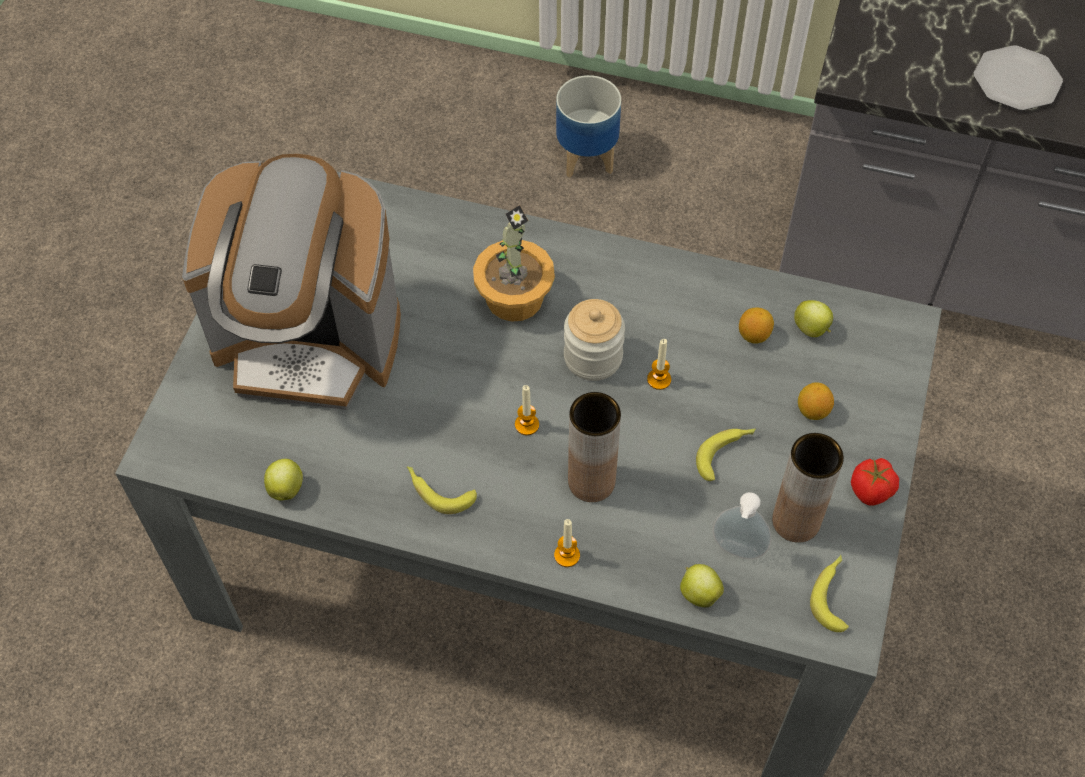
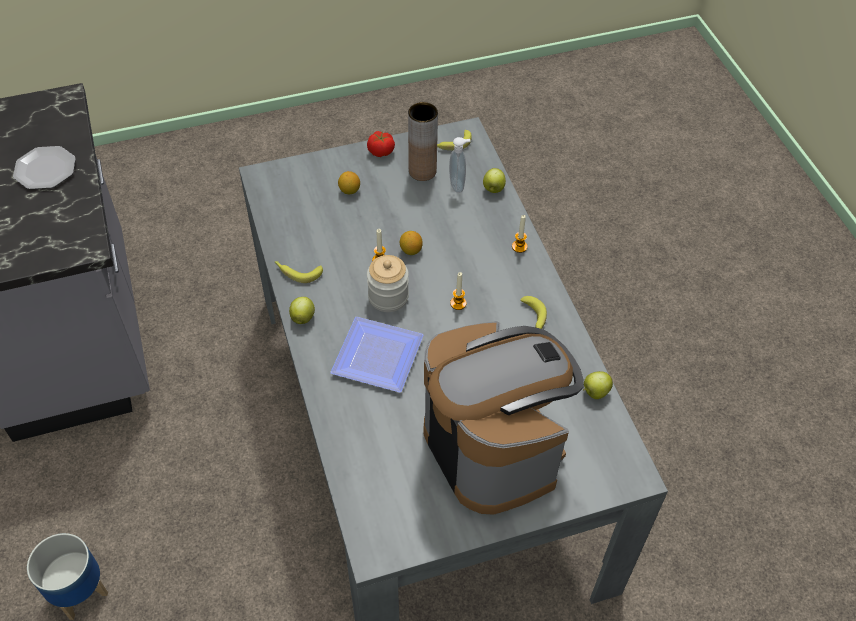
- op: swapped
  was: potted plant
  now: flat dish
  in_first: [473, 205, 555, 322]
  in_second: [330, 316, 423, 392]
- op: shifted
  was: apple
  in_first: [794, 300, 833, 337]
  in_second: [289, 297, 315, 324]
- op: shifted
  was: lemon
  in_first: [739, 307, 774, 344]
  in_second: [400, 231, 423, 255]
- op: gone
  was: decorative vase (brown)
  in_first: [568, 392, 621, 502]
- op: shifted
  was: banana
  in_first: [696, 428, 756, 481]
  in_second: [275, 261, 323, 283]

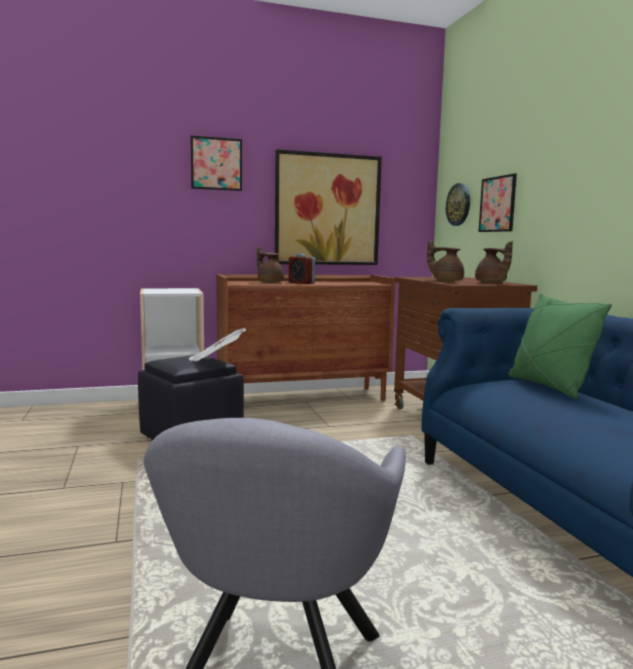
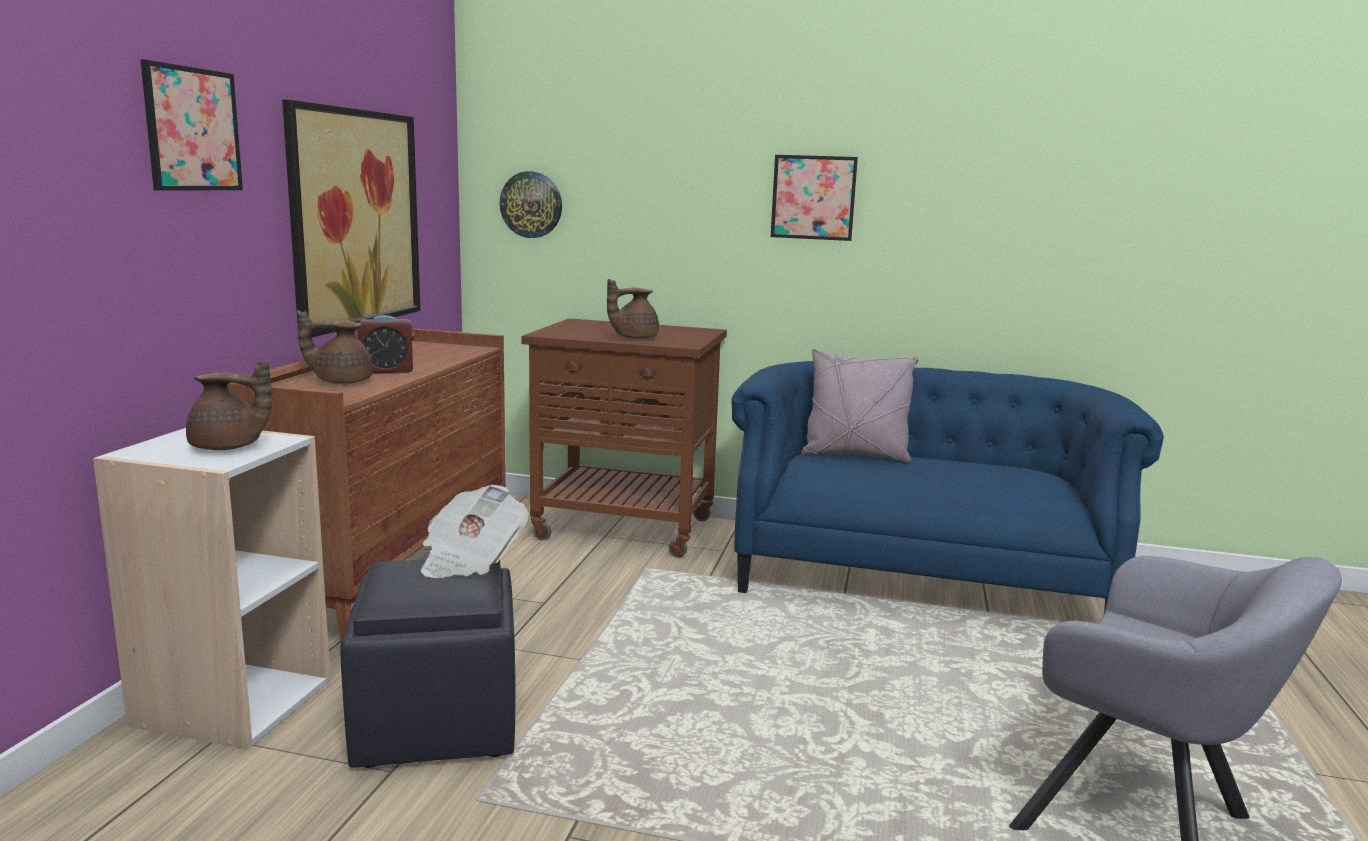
- op: shifted
  was: wall picture
  in_first: [479, 173, 517, 232]
  in_second: [771, 155, 858, 241]
- op: shifted
  was: teapot (brown)
  in_first: [475, 241, 513, 283]
  in_second: [186, 360, 272, 450]
- op: repainted
  was: cushion (greenish)
  now: cushion (purplish)
  in_first: [508, 293, 612, 398]
  in_second: [801, 349, 918, 462]

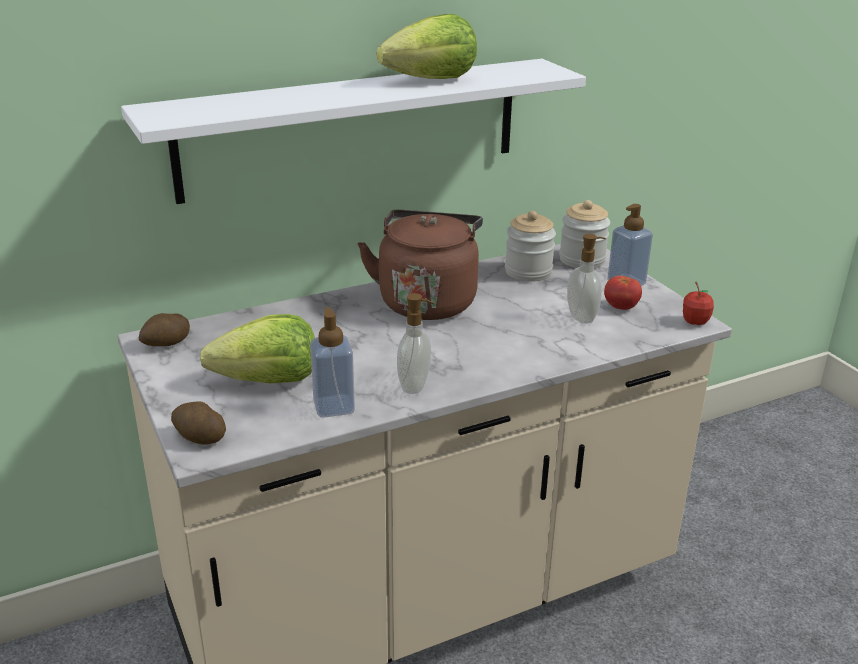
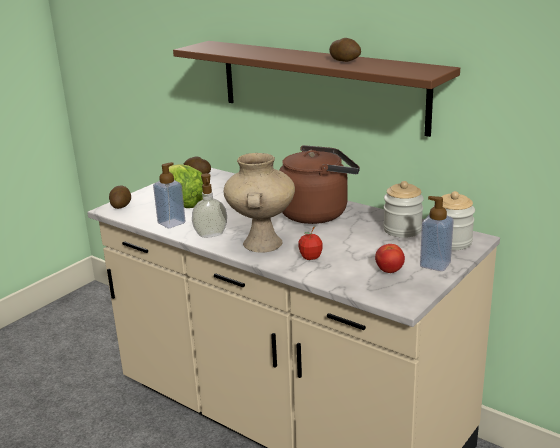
- op: swapped
  was: head of lettuce
  now: potato
  in_first: [377, 14, 477, 79]
  in_second: [329, 38, 361, 62]
- op: repainted
  was: shelf (white)
  now: shelf (brown)
  in_first: [121, 59, 586, 204]
  in_second: [173, 41, 460, 137]
- op: gone
  was: soap dispenser
  in_first: [567, 234, 606, 324]
- op: shifted
  was: apple
  in_first: [683, 282, 714, 325]
  in_second: [298, 226, 322, 260]
- op: new
  now: decorative vase (sand-coloured)
  in_second: [224, 153, 295, 253]

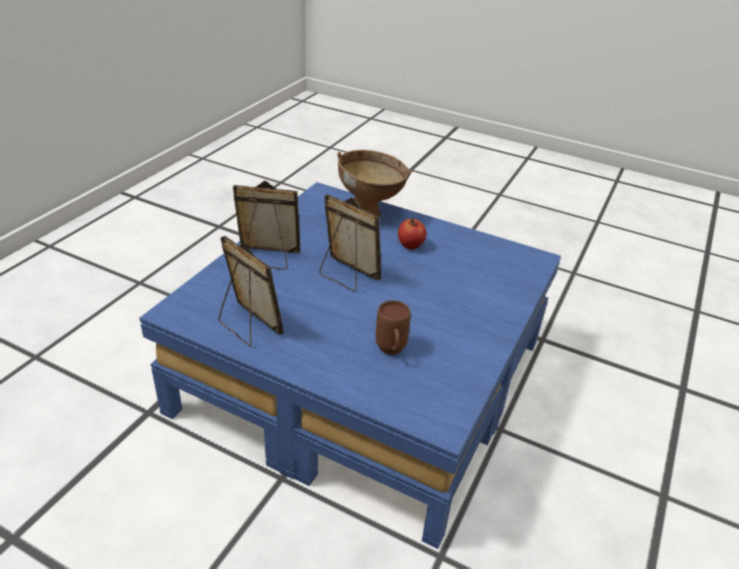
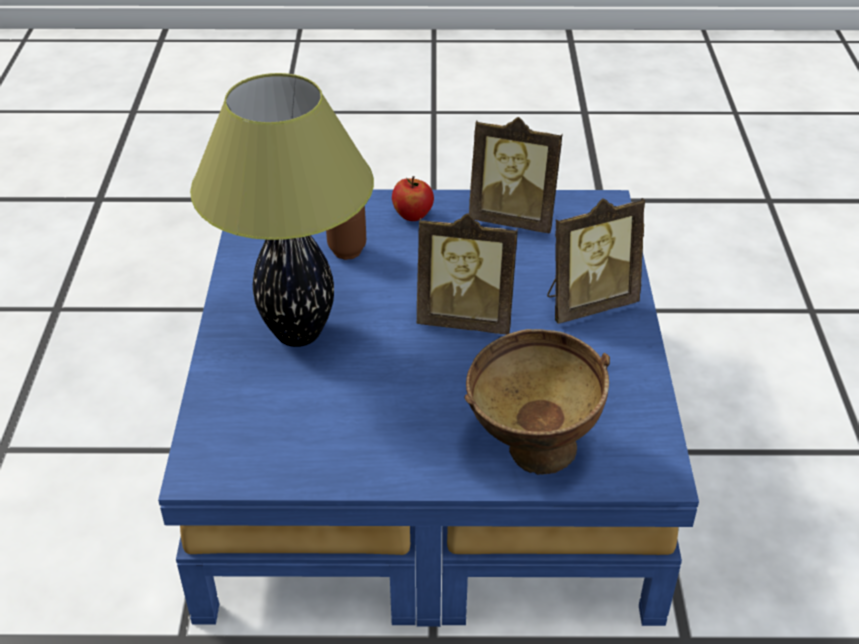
- op: shifted
  was: apple
  in_first: [398, 217, 427, 249]
  in_second: [392, 176, 434, 221]
- op: new
  now: lamp for a table
  in_second: [190, 73, 374, 347]

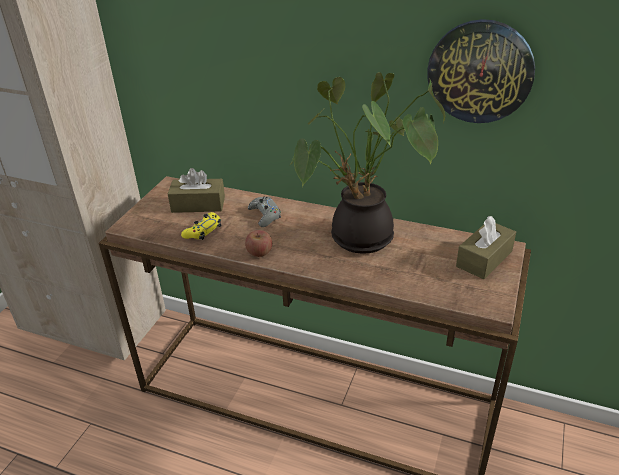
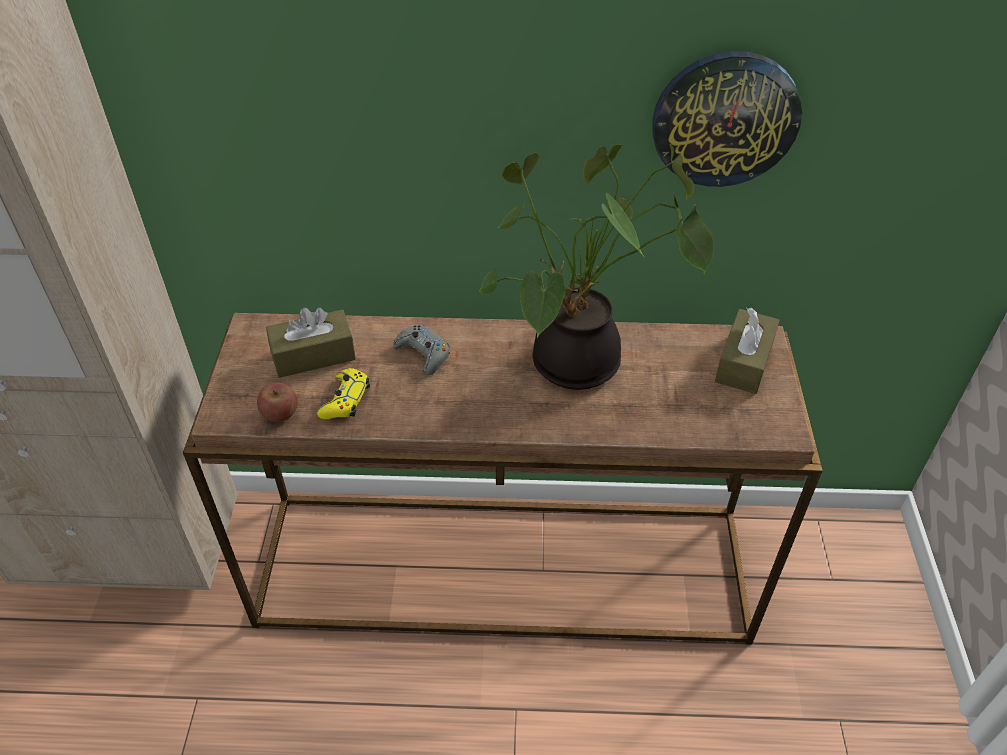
- op: shifted
  was: apple
  in_first: [245, 230, 272, 257]
  in_second: [257, 383, 297, 422]

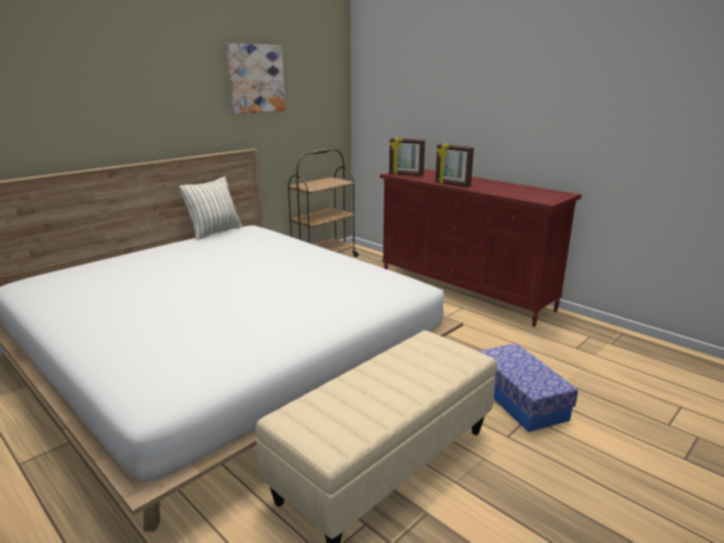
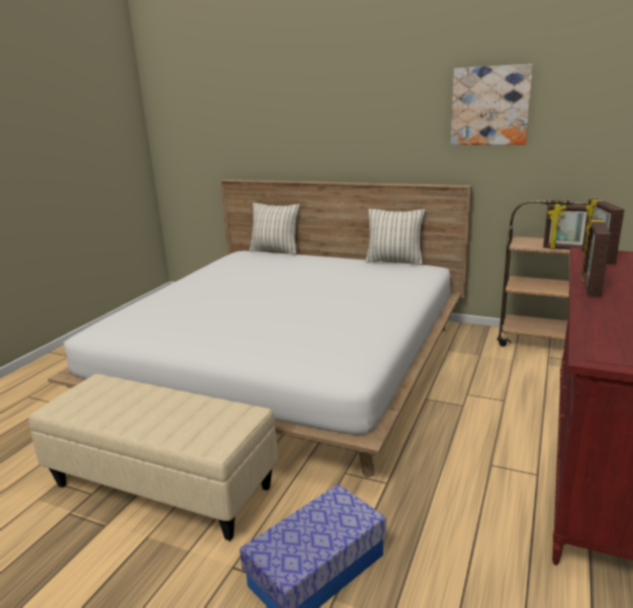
- op: new
  now: cushion
  in_second: [249, 203, 300, 255]
- op: new
  now: standing frame
  in_second: [543, 204, 587, 249]

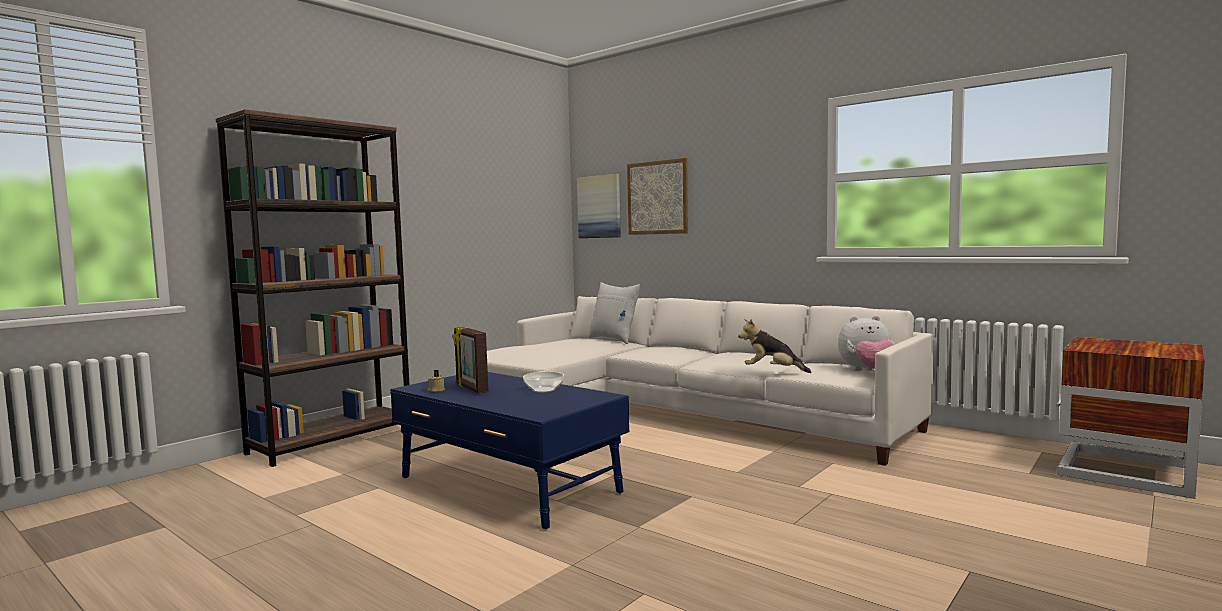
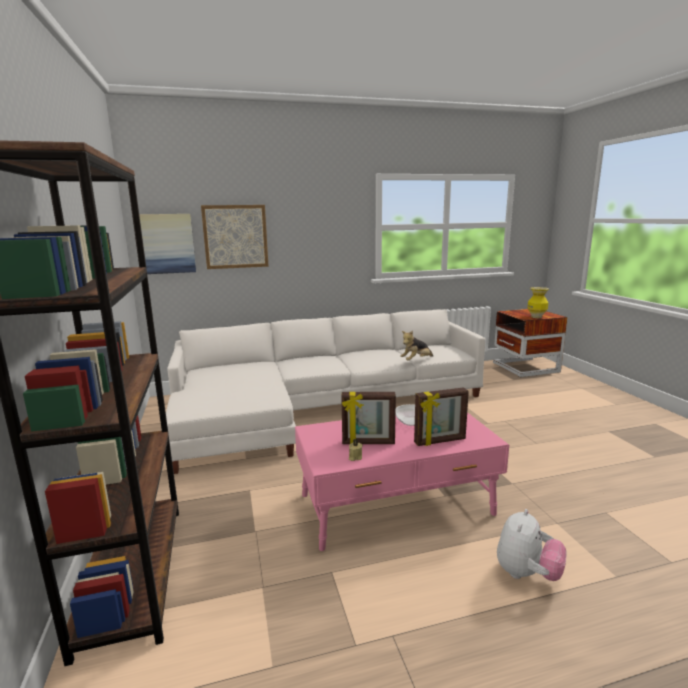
- op: gone
  was: cushion (greyish)
  in_first: [589, 282, 640, 344]
- op: shifted
  was: cuddly toy
  in_first: [838, 316, 895, 371]
  in_second: [497, 509, 567, 581]
- op: repainted
  was: lounge table (bluish)
  now: lounge table (pinkish)
  in_first: [391, 372, 630, 529]
  in_second: [295, 412, 510, 551]
- op: new
  now: decorative vase
  in_second: [527, 287, 549, 318]
- op: new
  now: standing frame
  in_second: [414, 387, 469, 446]

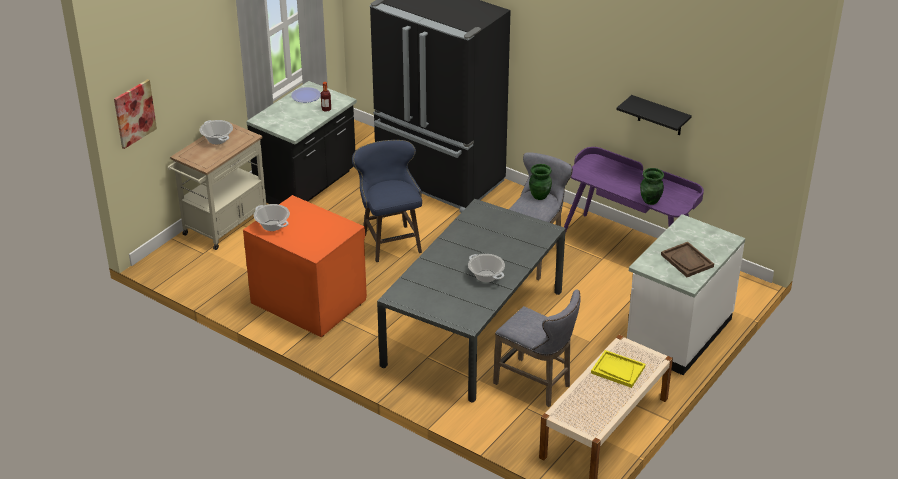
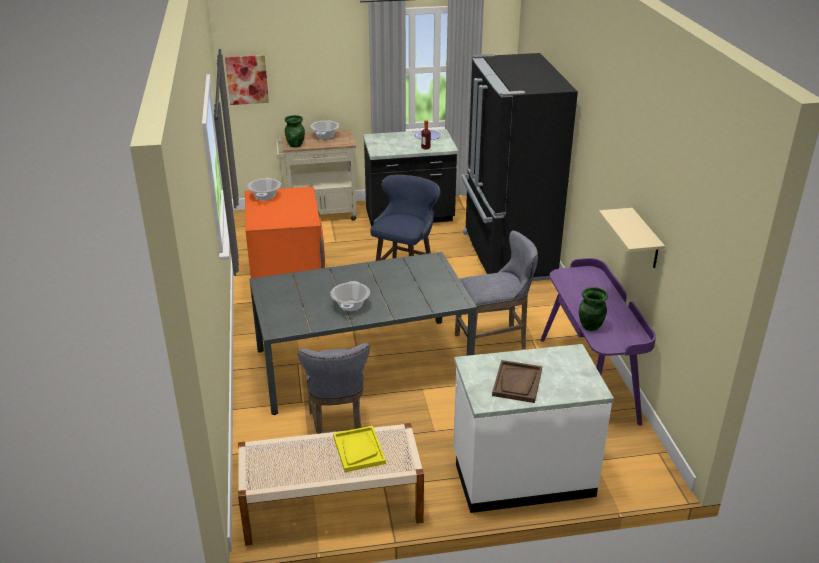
- op: repainted
  was: shelf (black)
  now: shelf (sand-coloured)
  in_first: [617, 95, 692, 135]
  in_second: [599, 208, 665, 268]
- op: shifted
  was: decorative vase (greenish)
  in_first: [529, 164, 552, 200]
  in_second: [285, 115, 305, 147]

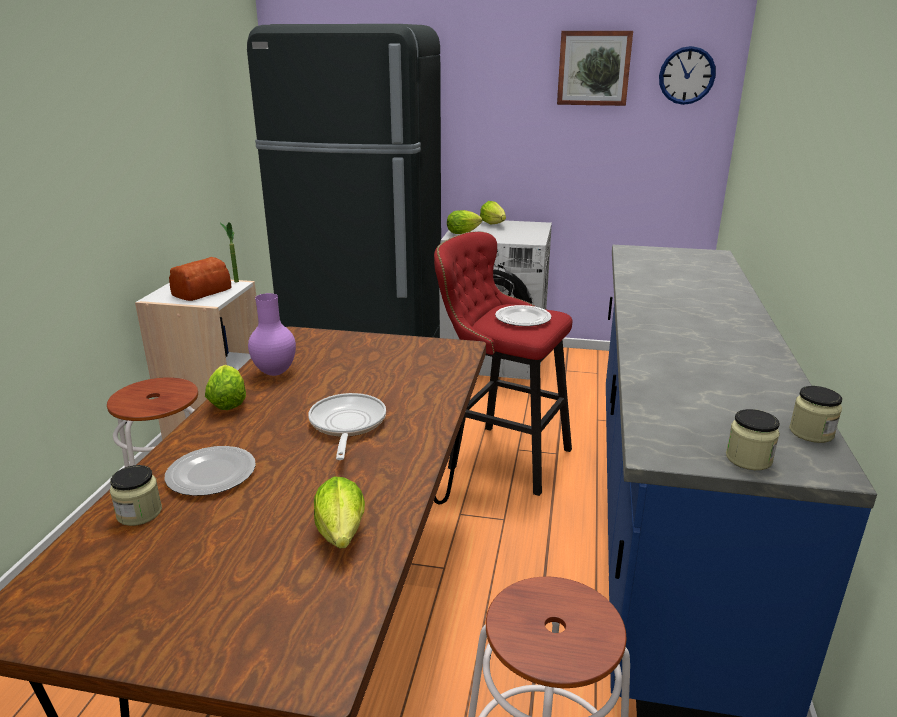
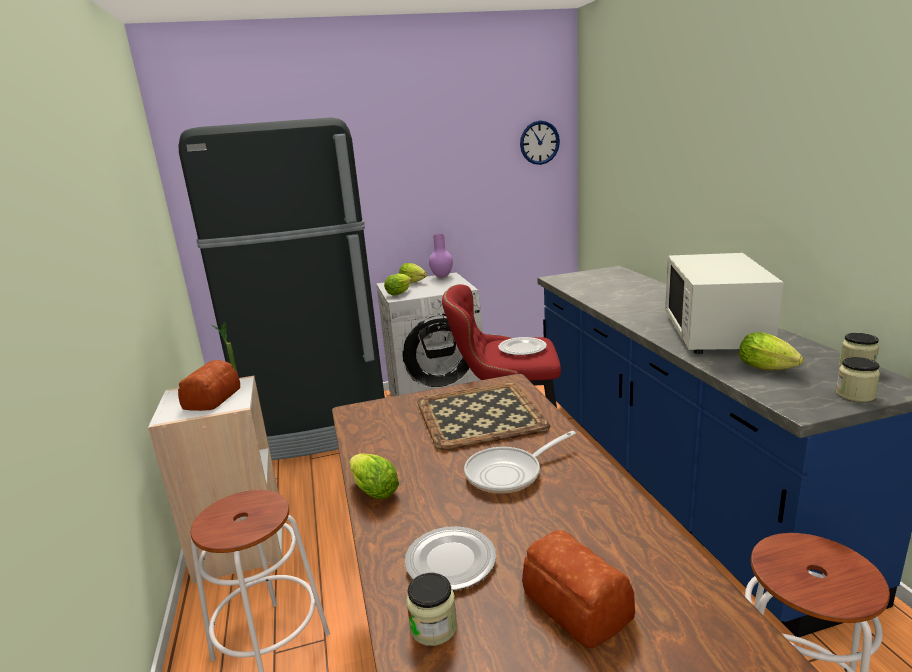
- op: gone
  was: wall picture
  in_first: [557, 31, 633, 106]
- op: shifted
  was: decorative vase (purplish)
  in_first: [248, 293, 296, 376]
  in_second: [429, 234, 453, 278]
- op: rotated
  was: skillet
  in_first: [308, 393, 386, 460]
  in_second: [464, 431, 576, 494]
  clockwise: -90
- op: shifted
  was: head of lettuce
  in_first: [314, 476, 365, 549]
  in_second: [739, 332, 803, 370]
- op: new
  now: kitchen microwave (white)
  in_second: [665, 253, 784, 354]
- op: new
  now: serving tray
  in_second: [418, 382, 550, 451]
- op: new
  now: bread
  in_second: [522, 530, 635, 648]

